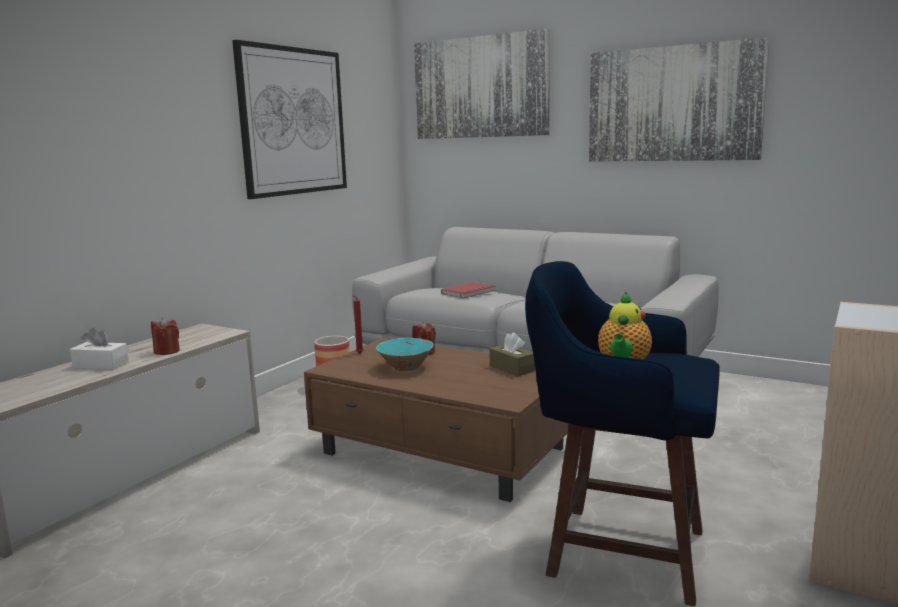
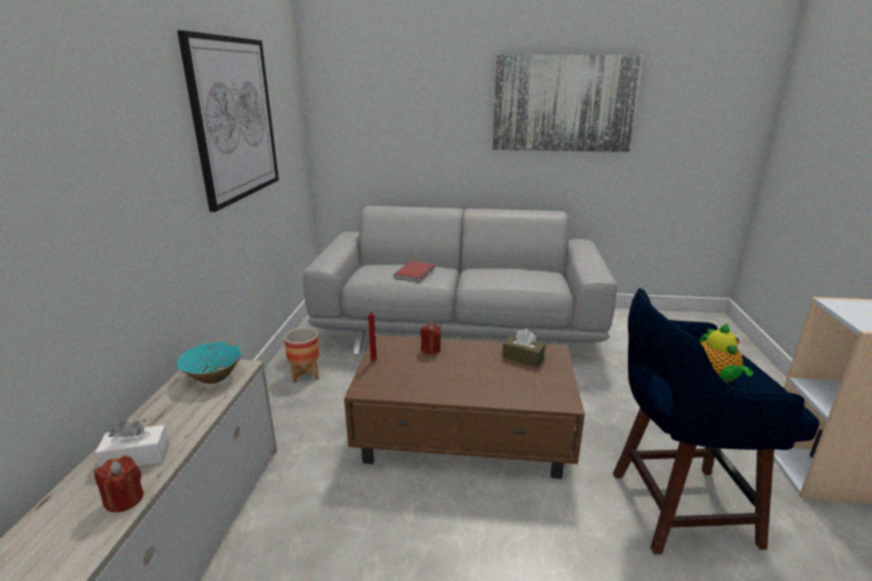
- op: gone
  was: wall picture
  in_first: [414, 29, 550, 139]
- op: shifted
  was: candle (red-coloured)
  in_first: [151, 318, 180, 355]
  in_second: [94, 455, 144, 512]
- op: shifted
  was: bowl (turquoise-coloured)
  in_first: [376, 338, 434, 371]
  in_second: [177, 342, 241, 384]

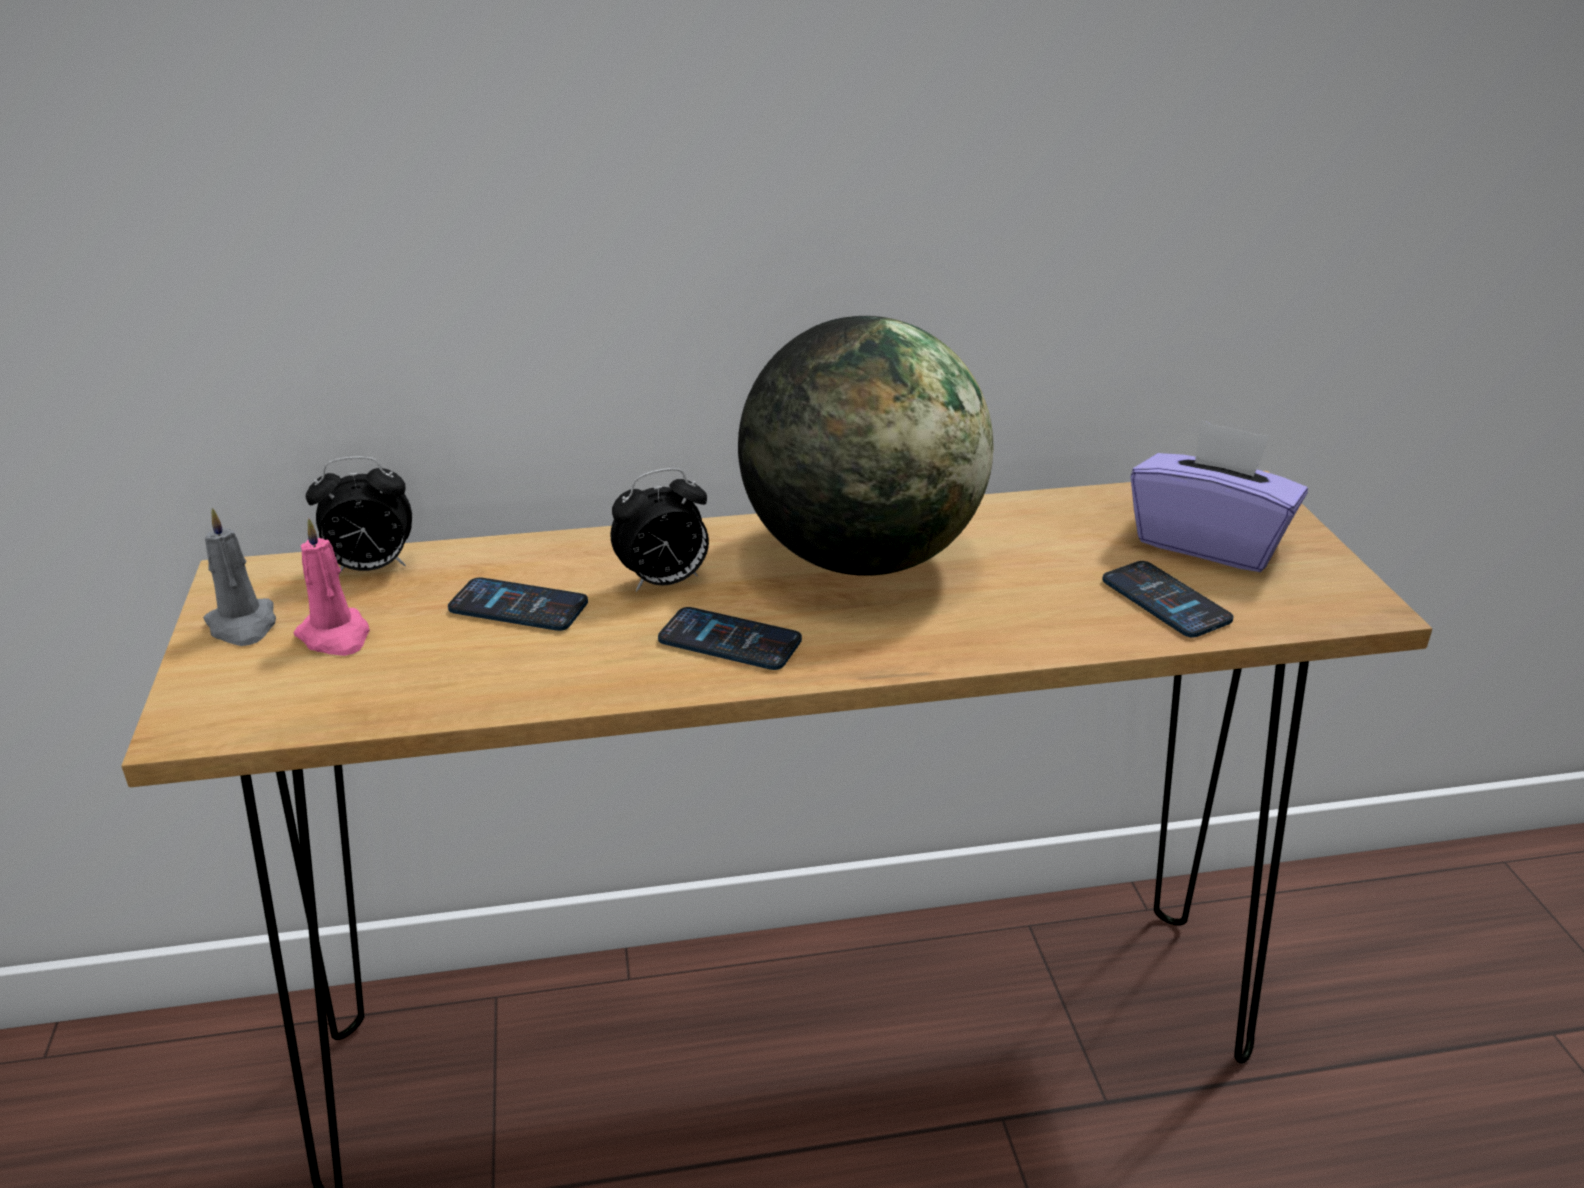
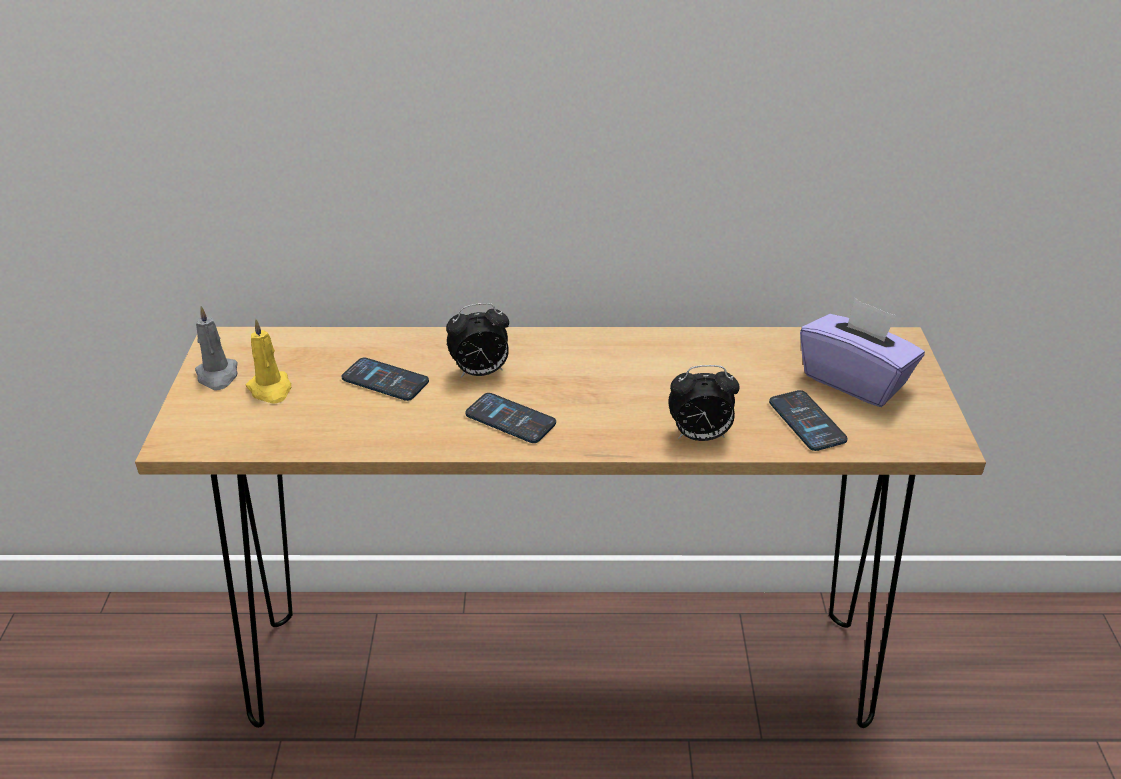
- op: gone
  was: world globe
  in_first: [738, 316, 993, 576]
- op: shifted
  was: table clock
  in_first: [306, 456, 412, 574]
  in_second: [668, 365, 740, 441]
- op: repainted
  was: candle (pinkish)
  now: candle (yellowish)
  in_first: [293, 518, 370, 656]
  in_second: [246, 319, 291, 404]

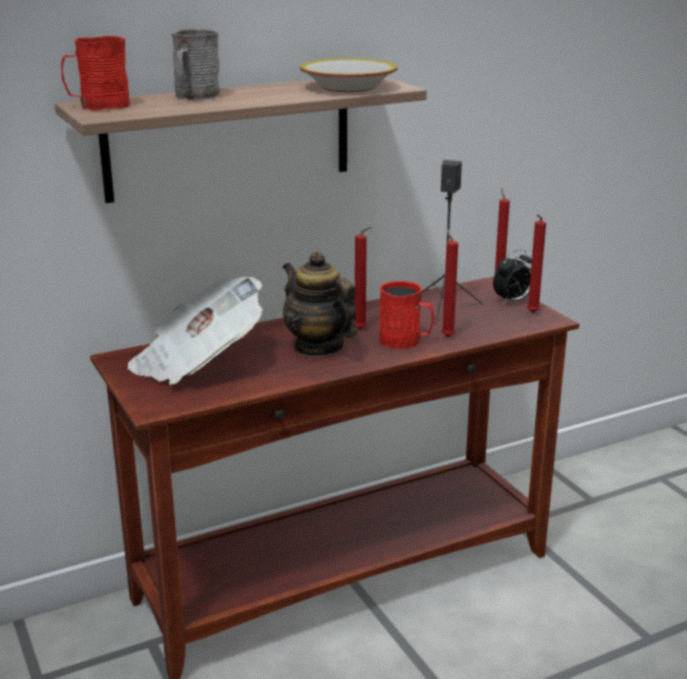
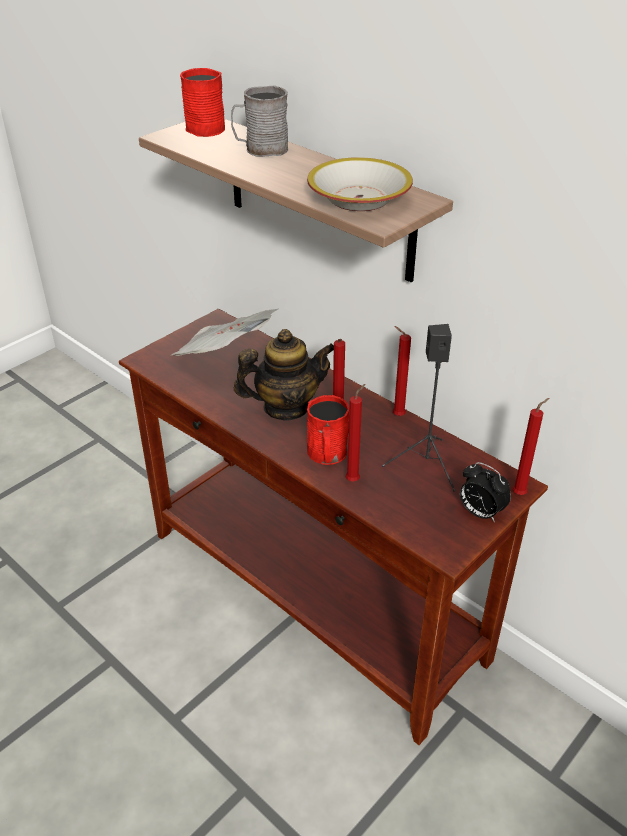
- op: shifted
  was: candle (red-coloured)
  in_first: [527, 214, 546, 313]
  in_second: [393, 326, 411, 416]
- op: rotated
  was: teapot
  in_first: [283, 251, 357, 357]
  in_second: [234, 329, 334, 421]
  clockwise: 45

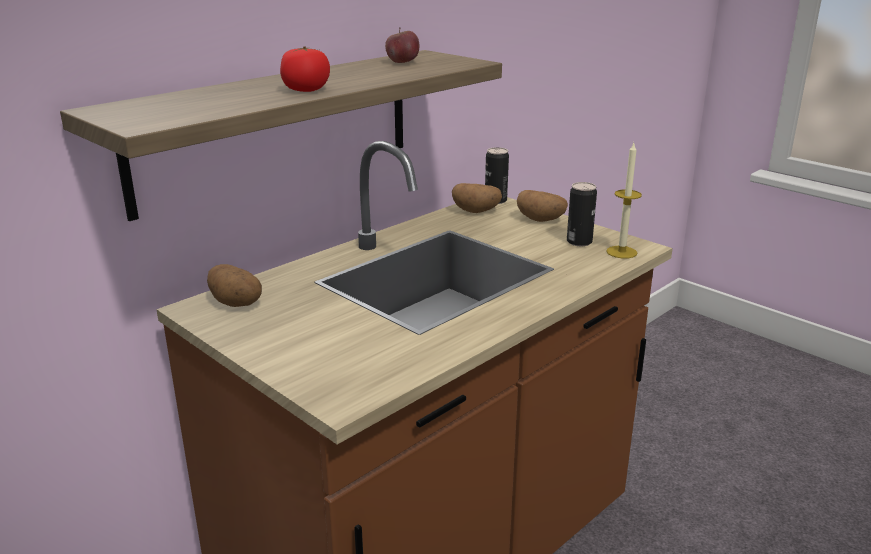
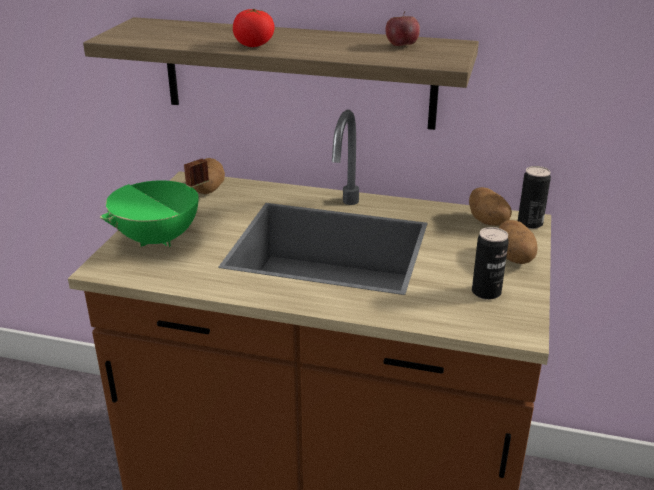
- op: gone
  was: candle
  in_first: [606, 143, 642, 259]
- op: new
  now: saucepot (greenish)
  in_second: [100, 159, 209, 247]

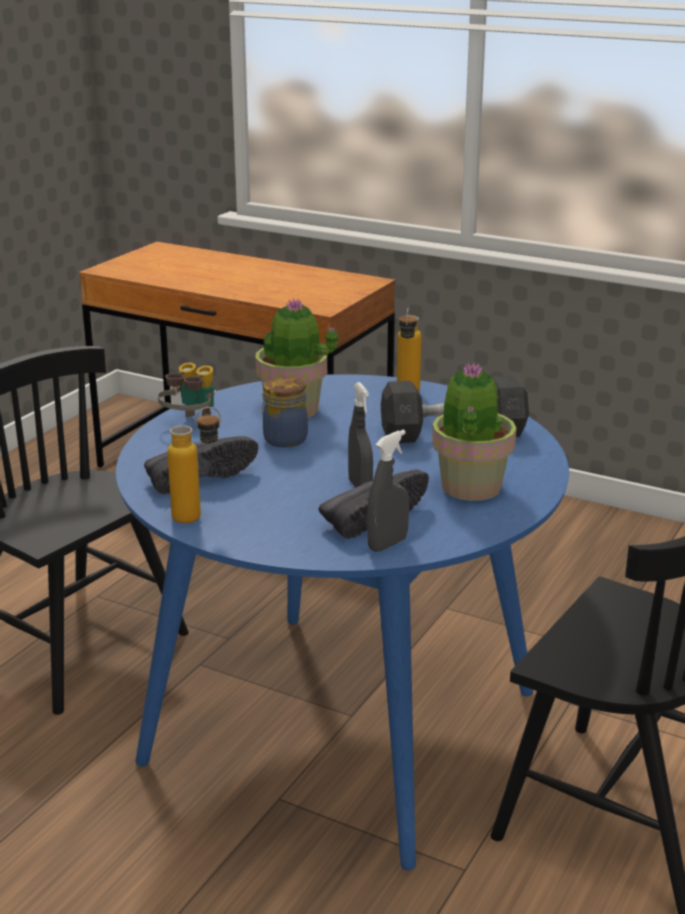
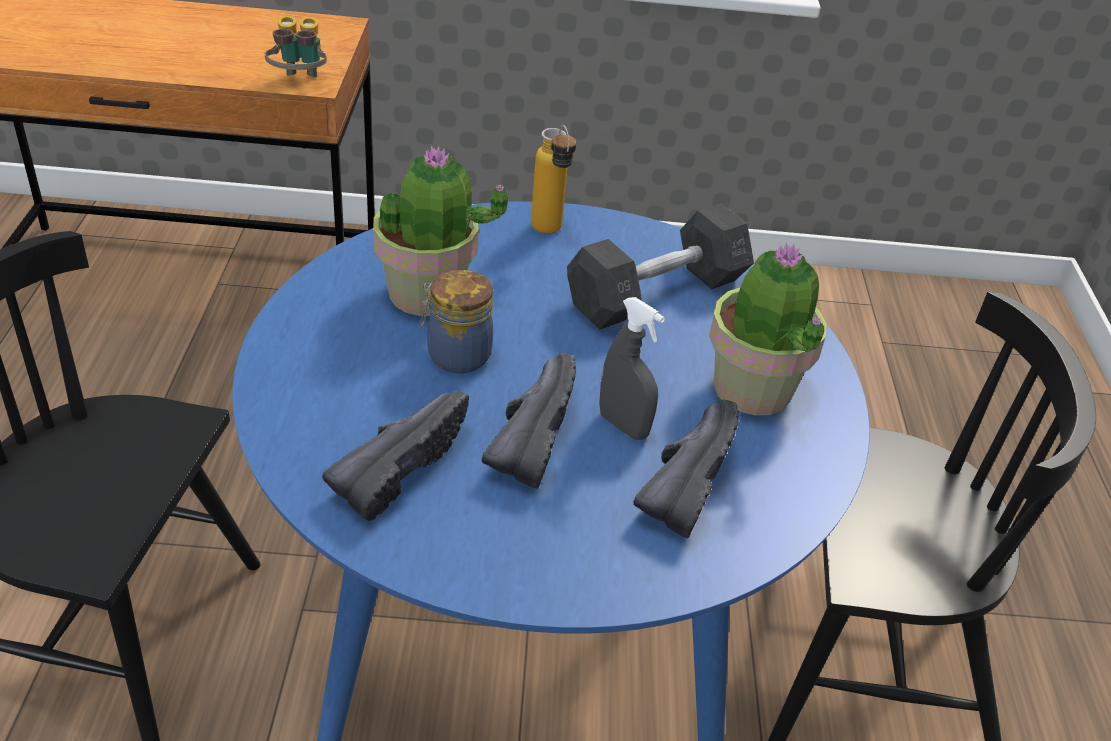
- op: shifted
  was: field glasses
  in_first: [158, 362, 214, 417]
  in_second: [265, 15, 327, 77]
- op: gone
  was: drink bottle
  in_first: [167, 407, 221, 523]
- op: gone
  was: hand sprayer (greyish)
  in_first: [367, 430, 409, 552]
- op: new
  now: item of footwear (black)
  in_second: [482, 353, 576, 489]

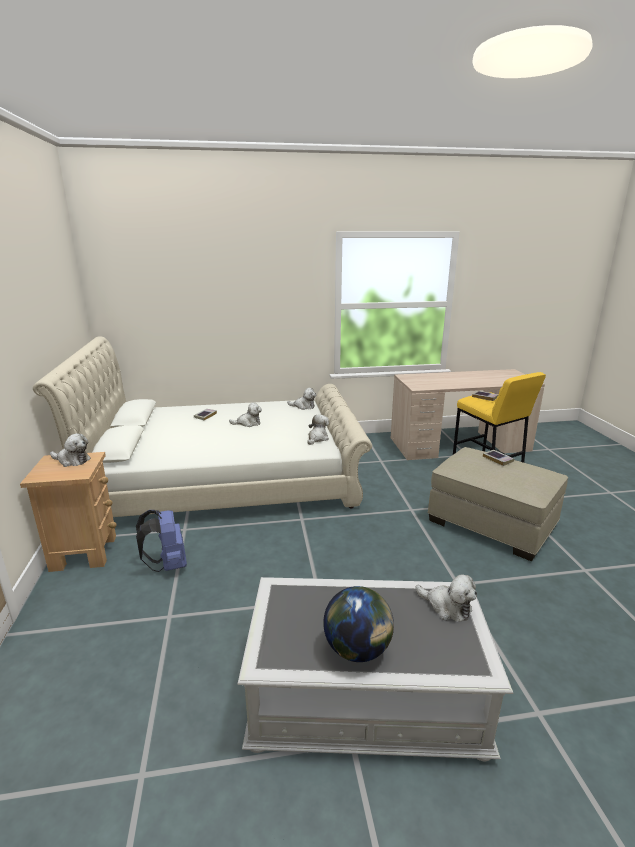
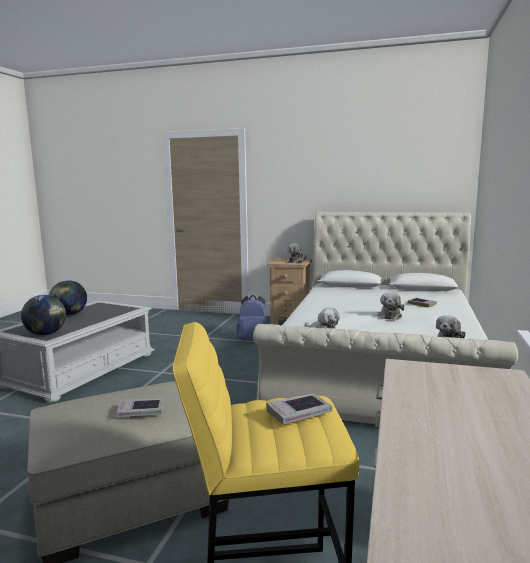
- op: swapped
  was: cuddly toy
  now: world globe
  in_first: [416, 574, 477, 622]
  in_second: [21, 295, 66, 335]

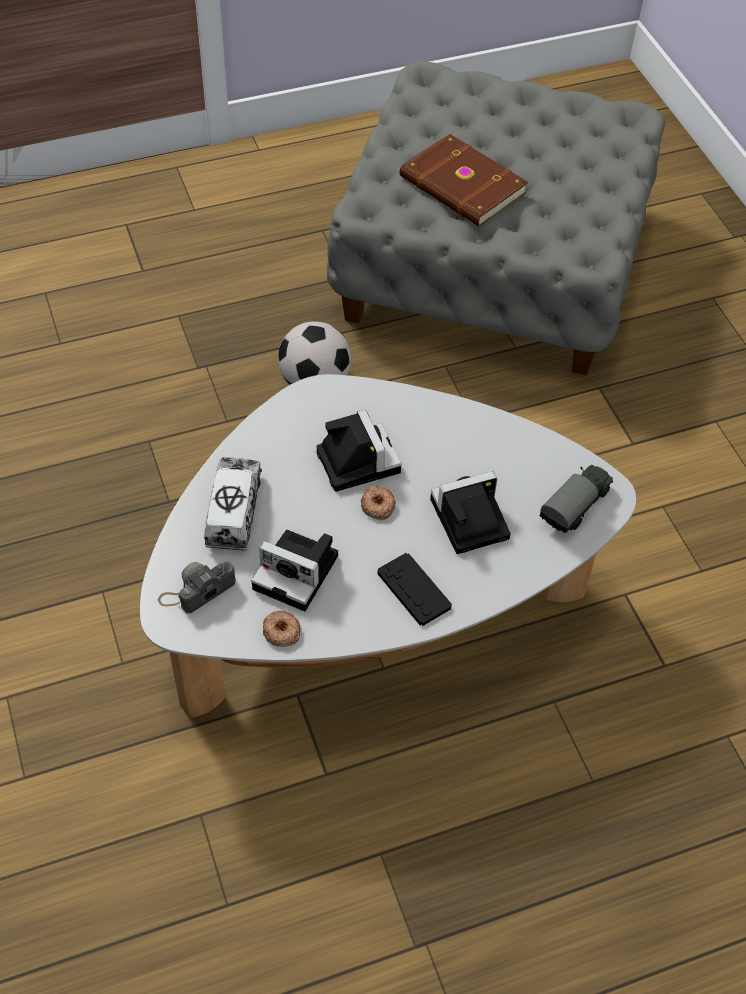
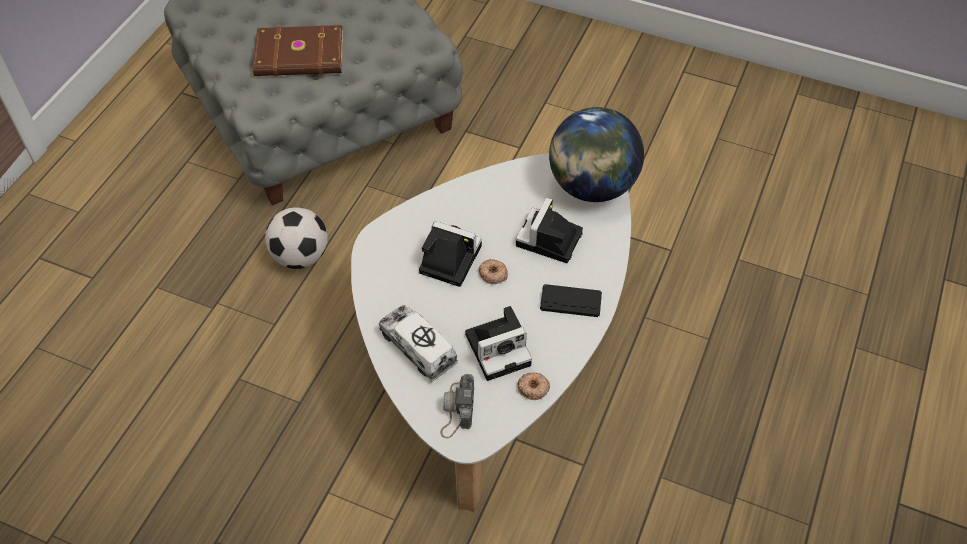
- op: swapped
  was: toy truck
  now: world globe
  in_first: [540, 465, 613, 533]
  in_second: [549, 107, 644, 202]

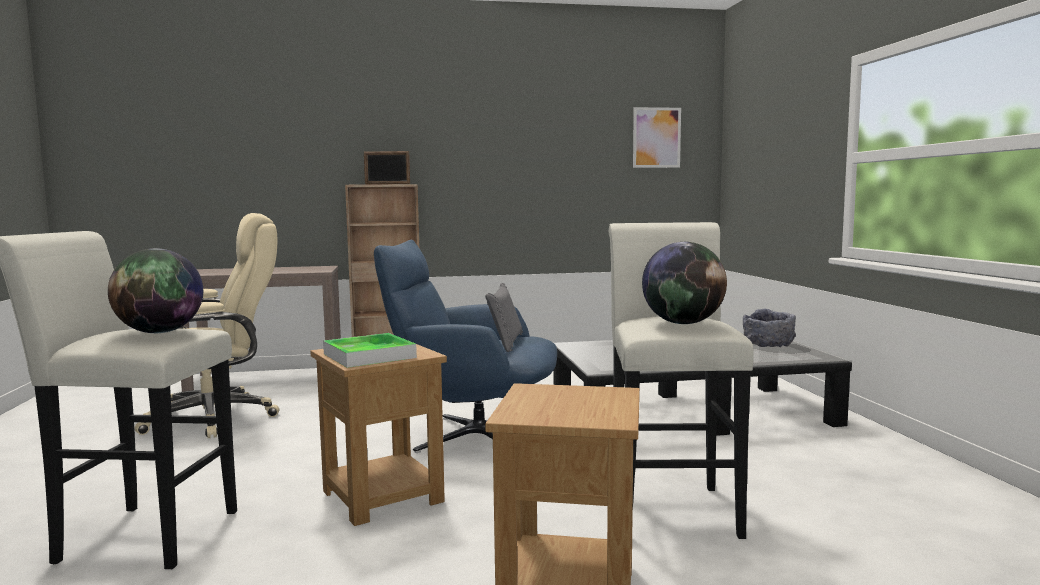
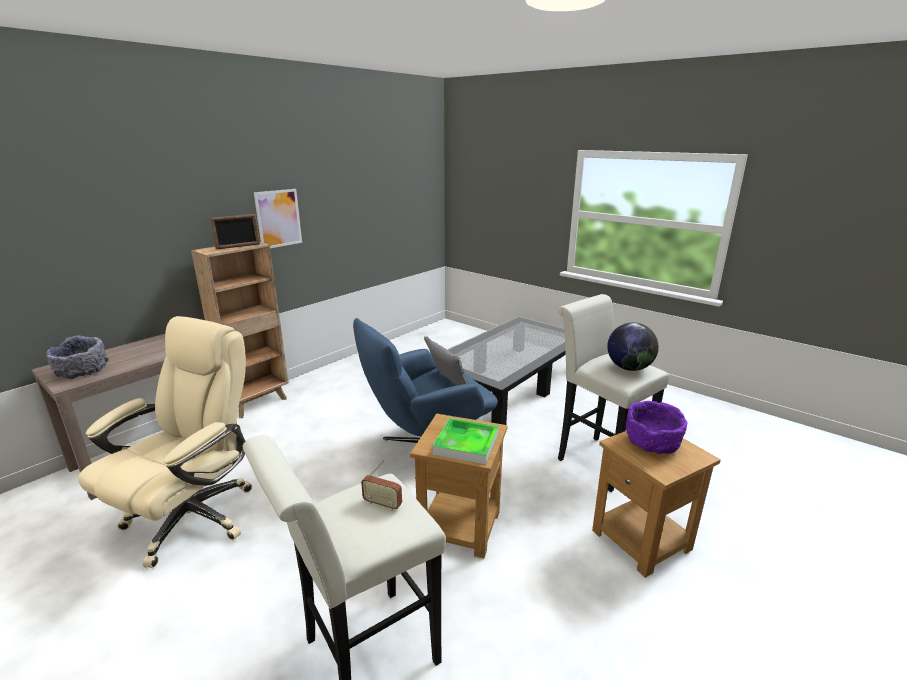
- op: shifted
  was: wall picture
  in_first: [633, 107, 681, 168]
  in_second: [254, 189, 302, 248]
- op: swapped
  was: world globe
  now: radio set
  in_first: [108, 248, 203, 333]
  in_second: [361, 460, 402, 511]
- op: shifted
  was: bowl (greyish)
  in_first: [743, 308, 796, 347]
  in_second: [46, 335, 109, 379]
- op: new
  now: bowl (purplish)
  in_second: [626, 401, 687, 454]

